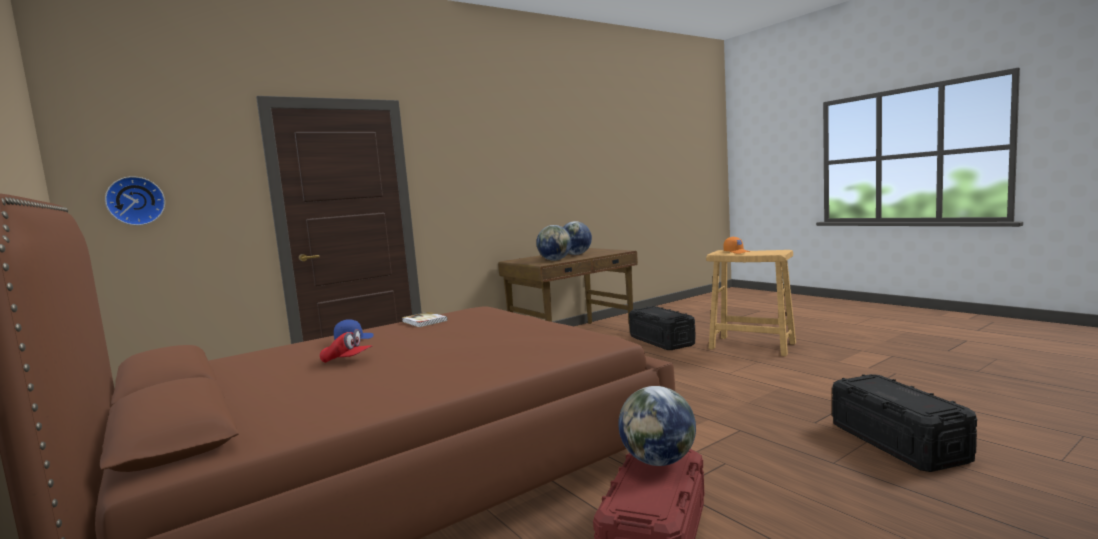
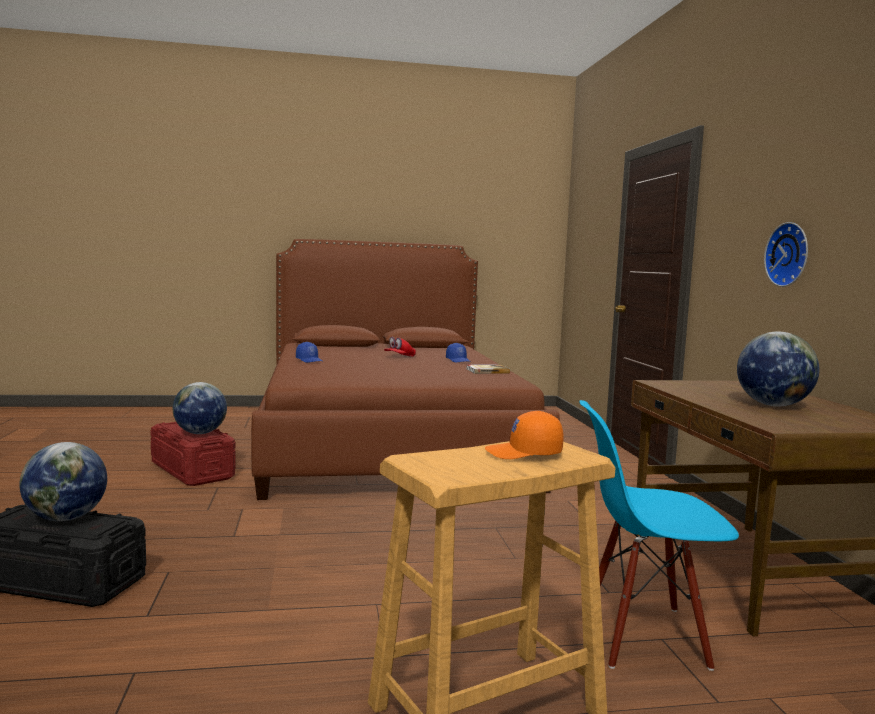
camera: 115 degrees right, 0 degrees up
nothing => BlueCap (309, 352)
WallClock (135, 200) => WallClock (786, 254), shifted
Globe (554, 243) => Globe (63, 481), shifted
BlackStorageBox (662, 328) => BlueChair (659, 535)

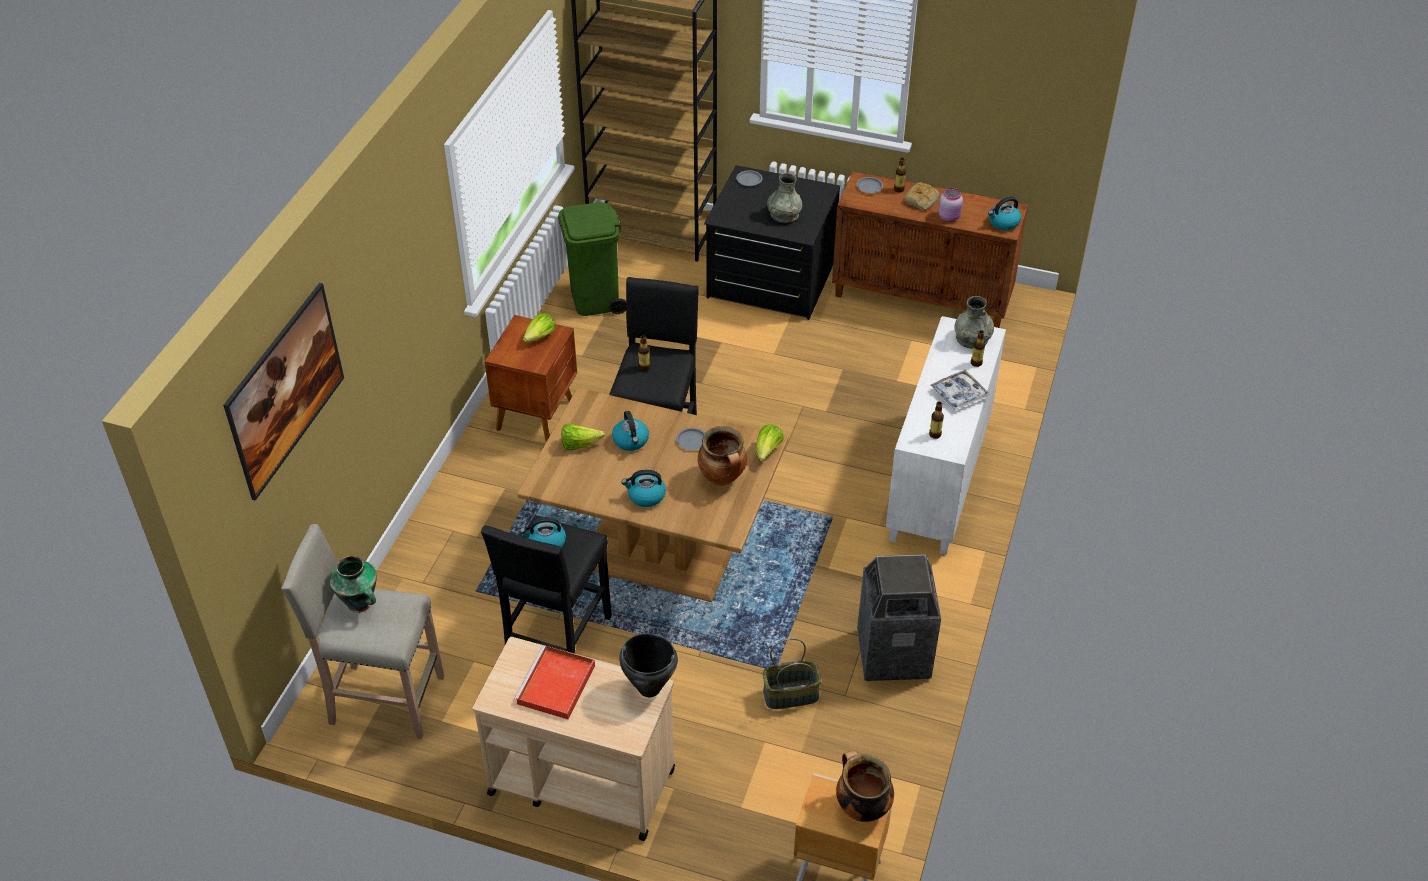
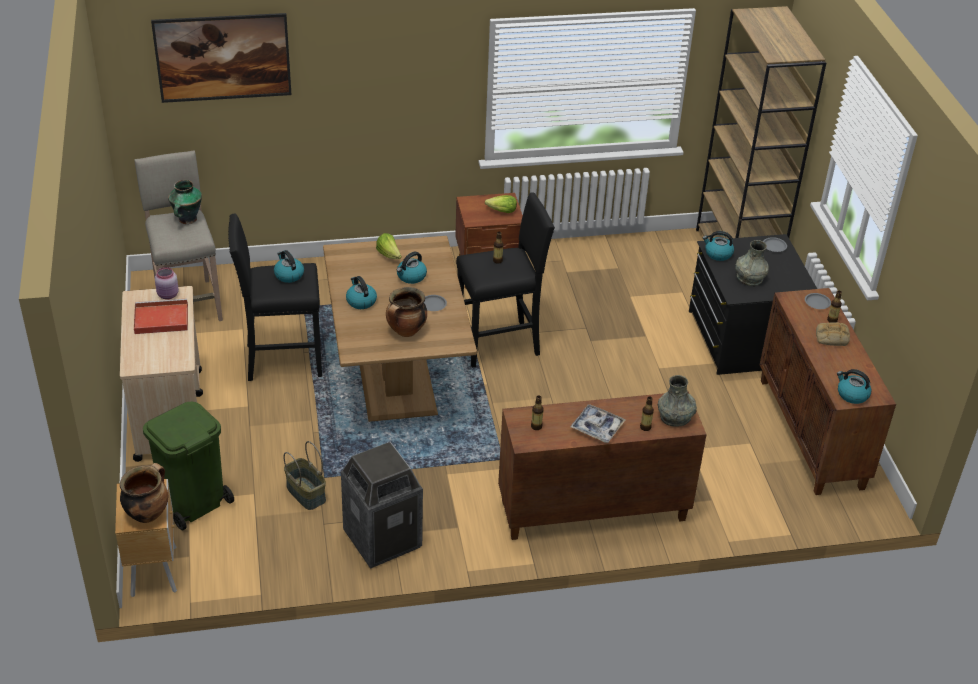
camera: 60 degrees right, 5 degrees down
BlackCookingPot (648, 665) => nothing
Lettuce (770, 443) => nothing
nothing => Kettle (718, 246)
GreenTrashCan (592, 259) => GreenTrashCan (188, 466), shifted
PinkJar (950, 205) => PinkJar (167, 283), shifted
WhiteCabinet (946, 435) => BrownCabinet (602, 465)

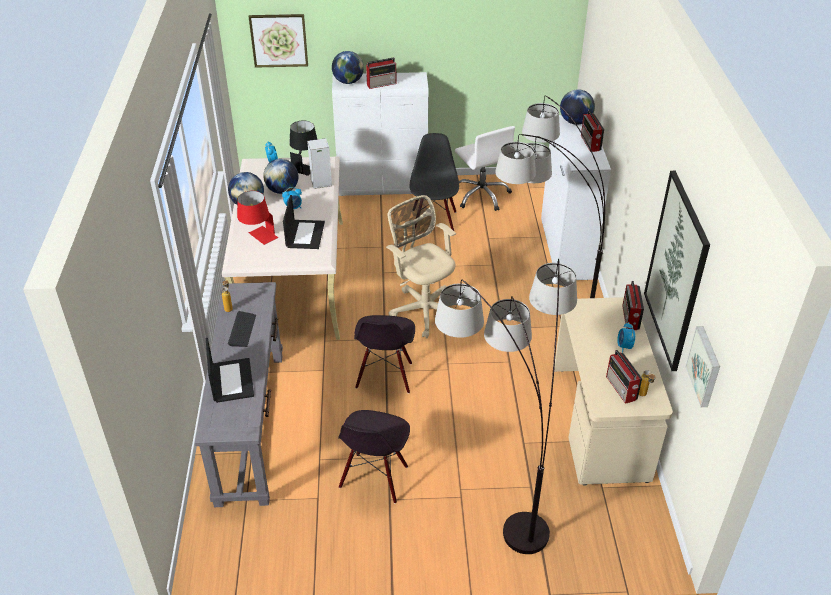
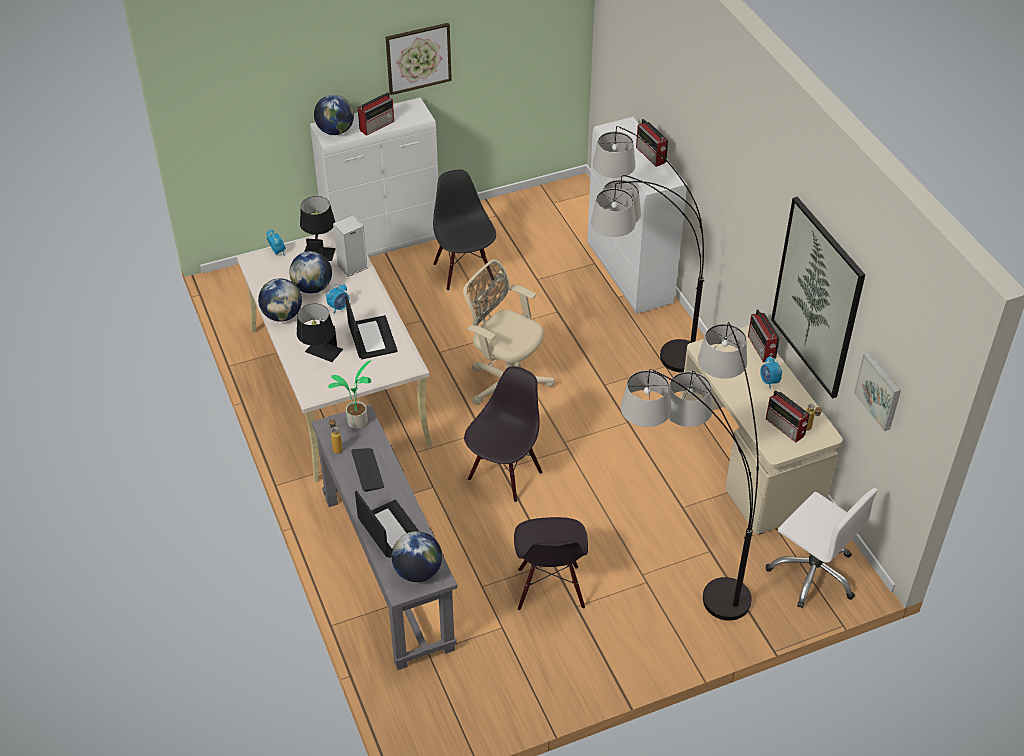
camera: 20 degrees left, 5 degrees up
nothing => PottedPlant (350, 394)
Picture (278, 41) => Picture (418, 59), shifted
WhiteOfficeChair (485, 168) => WhiteOfficeChair (822, 548), shifted
Globe (577, 107) => Globe (417, 556), shifted
RedTableLamp (257, 218) => BlackTableLamp (320, 333)
BlackChair (384, 354) => BlackChair (503, 434), 135 degrees counterclockwise

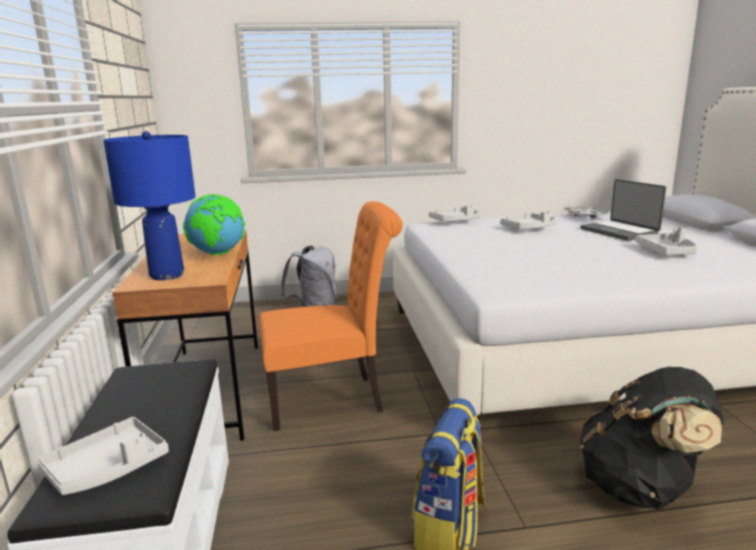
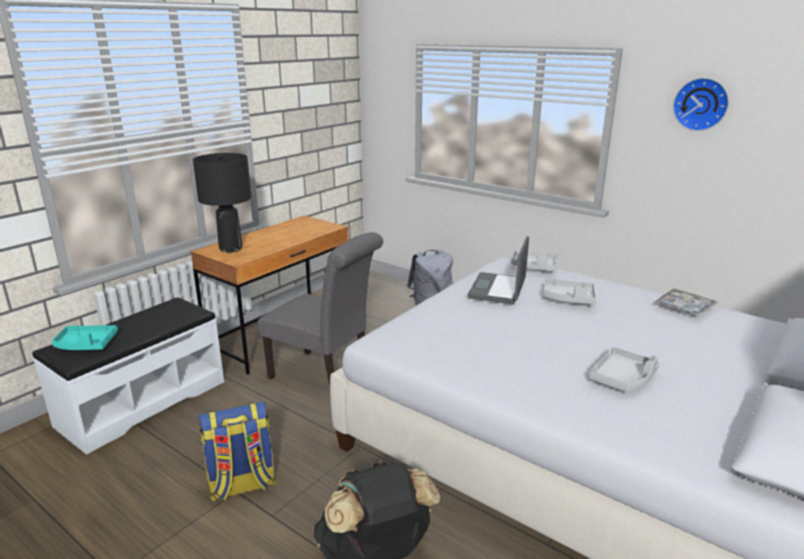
camera: 45 degrees right, 5 degrees up
Globe (214, 224) => nothing
nothing => WallClock (701, 104)
Laptop (623, 210) => Laptop (498, 270), shifted
GreyTray (103, 456) => TurquoiseTray (85, 337)
BlueTableLamp (149, 205) => BlackTableLamp (222, 203)
OrangeChair (331, 316) => GreyChair (320, 309)

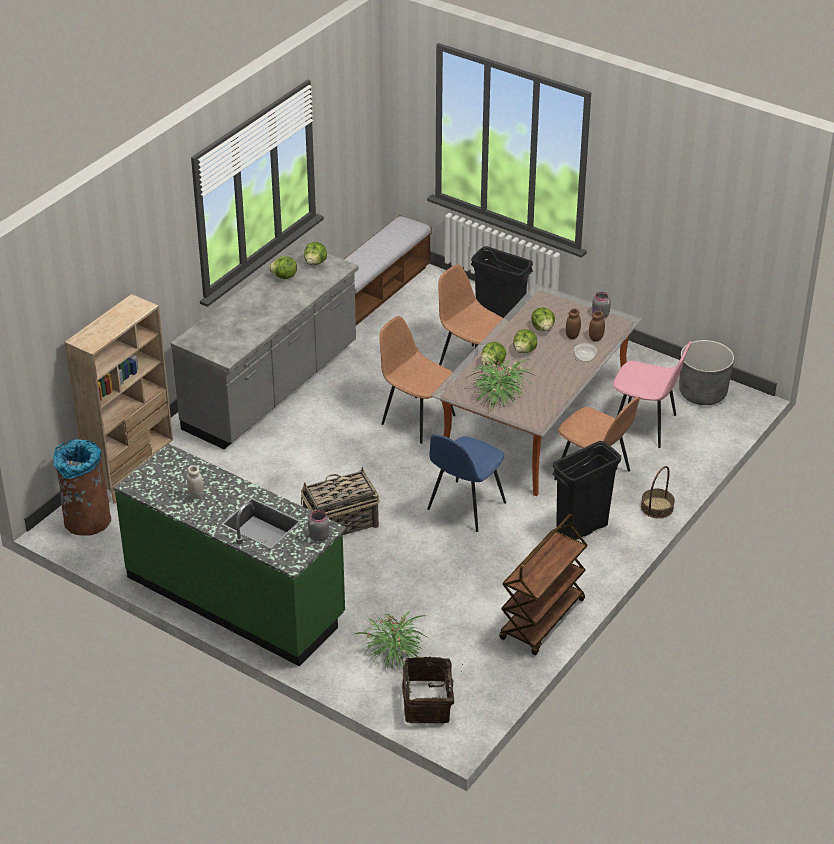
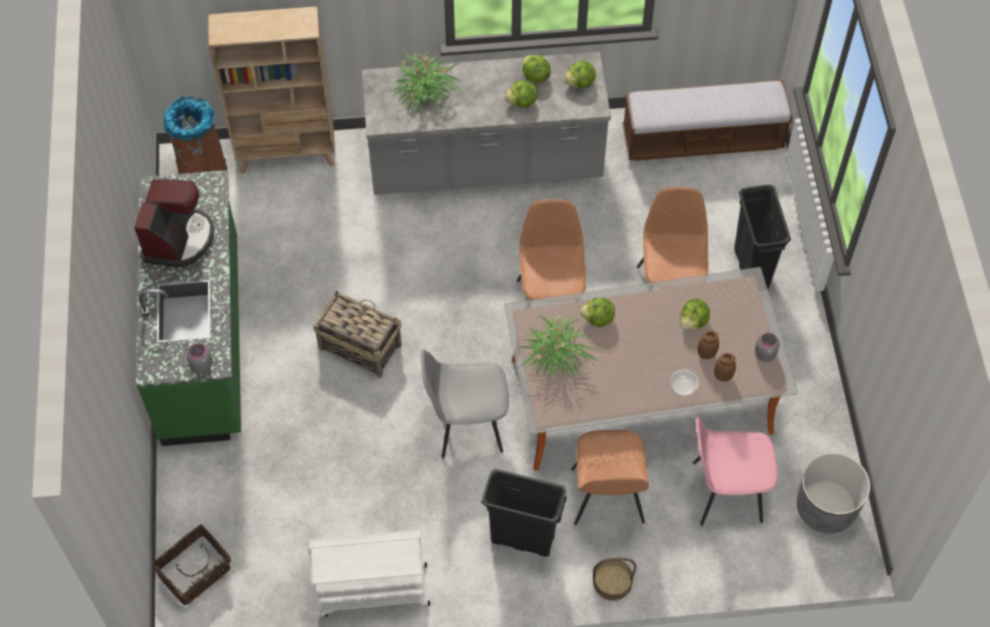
camera: 50 degrees right, 20 degrees up
PottedPlant (390, 640) => PottedPlant (426, 82), shifted
Lettuce (525, 341) => Lettuce (520, 94), shifted
WhiteJar (195, 482) => CoffeeMachine (174, 223)
BlueChair (466, 483) => GreyChair (465, 403)
BrownCart (543, 585) => WhiteCart (368, 573)
PinkChair (652, 394) => PinkChair (735, 471), 105 degrees clockwise

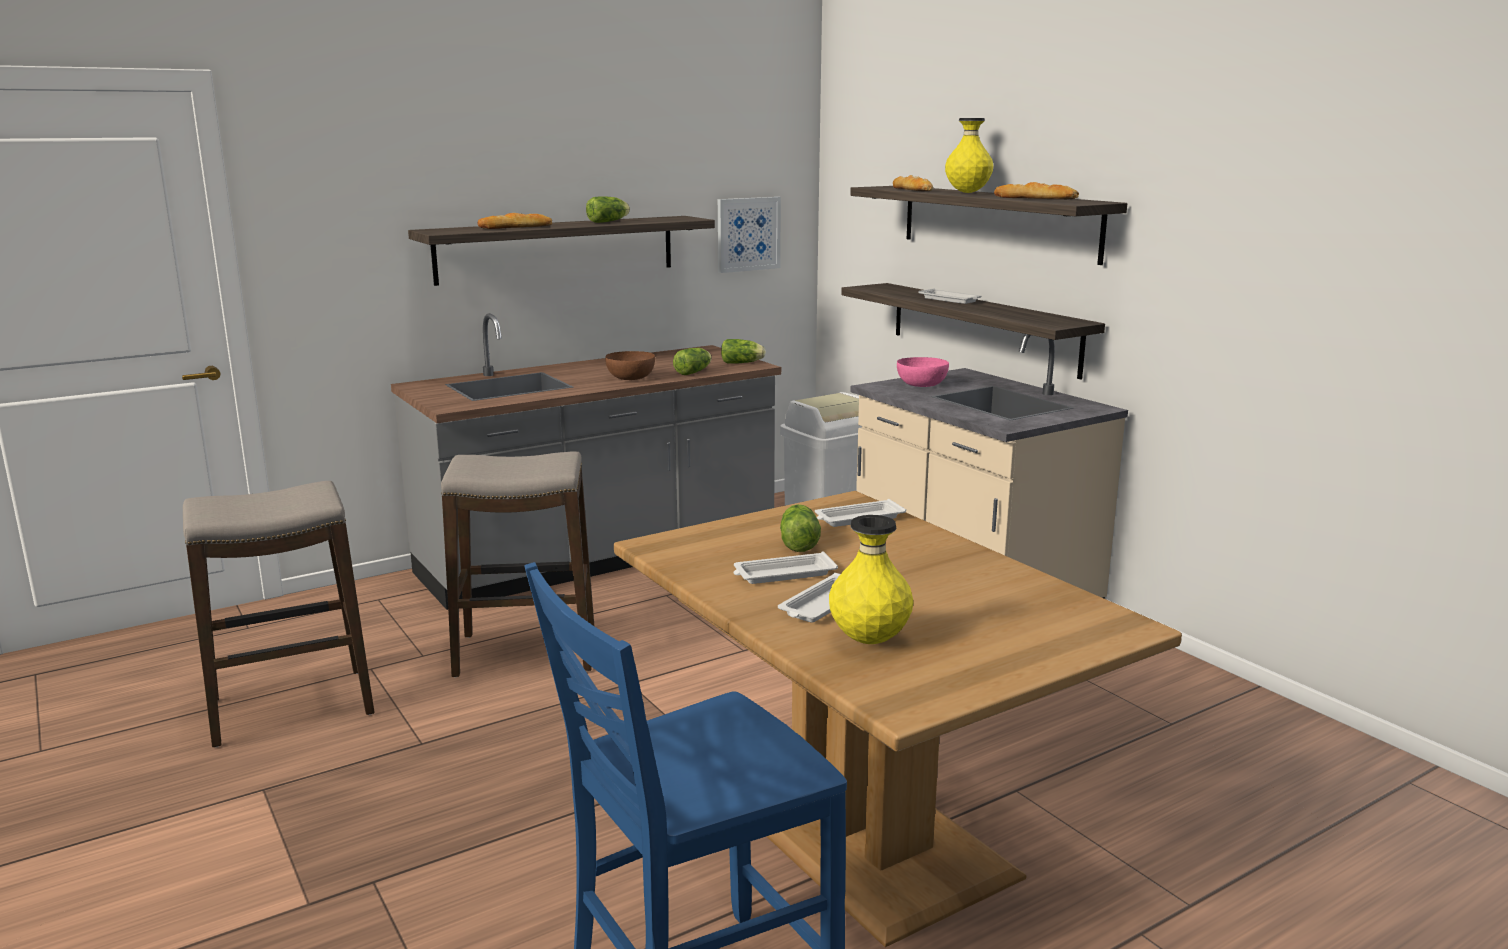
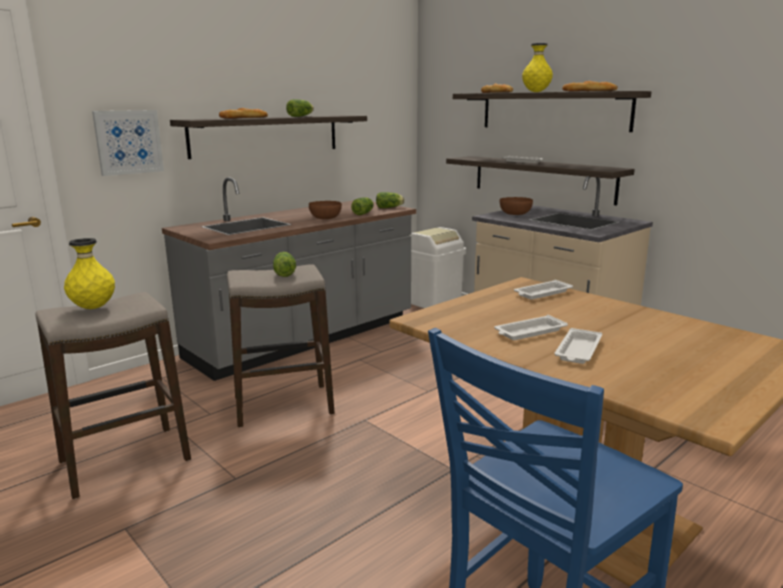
camera: 10 degrees left, 0 degrees up
Picture (749, 235) => Picture (128, 143), shifted
Lettuce (800, 528) => Lettuce (284, 264), shifted
YellowVase (871, 579) => YellowVase (89, 273), shifted
PinkBowl (923, 372) => BrownBowl (516, 206)

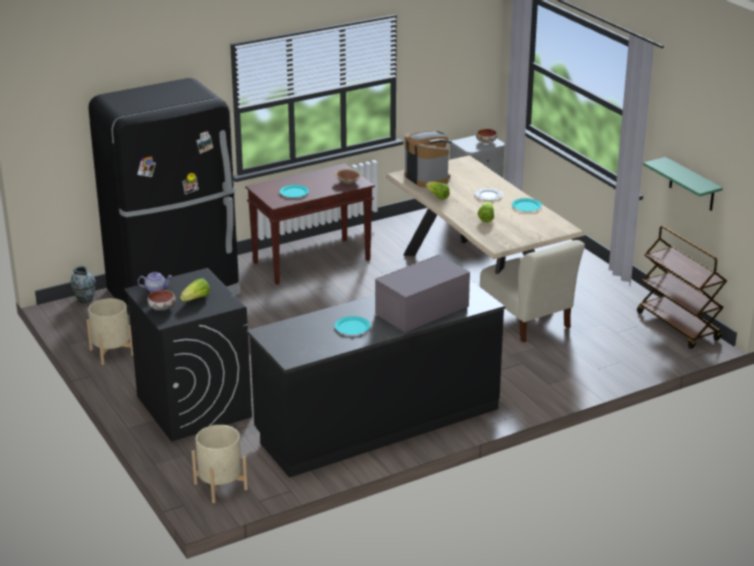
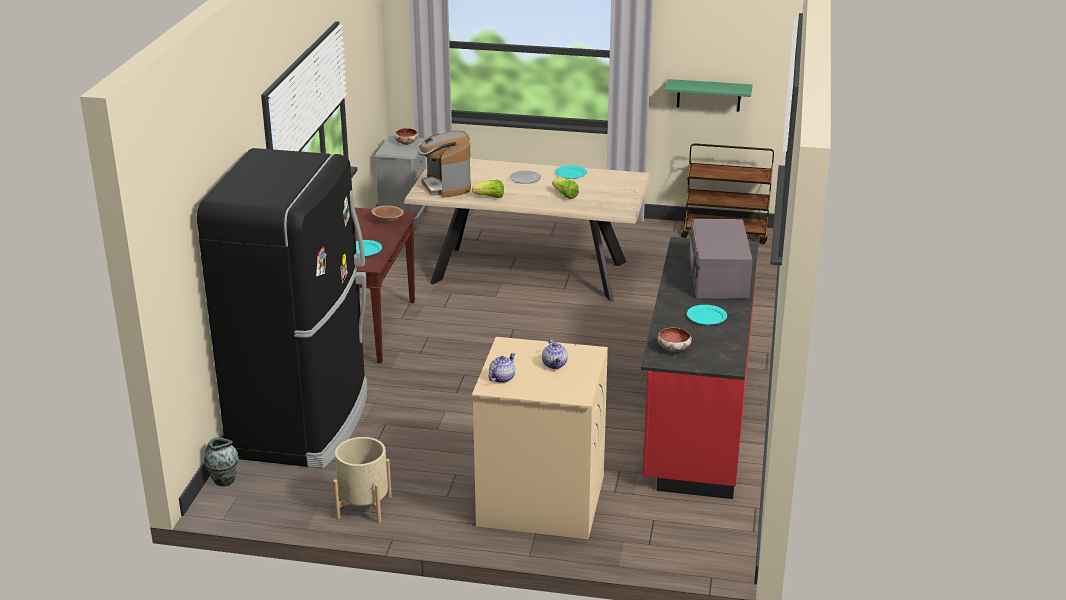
camera: 50 degrees left, 0 degrees up
BeigePlanter (220, 464) => nothing
BeigeChair (532, 291) => nothing
Bowl (162, 300) => Bowl (674, 339), shifted
Lettuce (195, 290) => Teapot (555, 354)
BlackWashingMachine (188, 355) => BeigeWashingMachine (540, 438)
BlackCounter (376, 379) => RedCounter (699, 368)
CoffeeMachine (428, 159) => CoffeeMachine (444, 164), 120 degrees counterclockwise

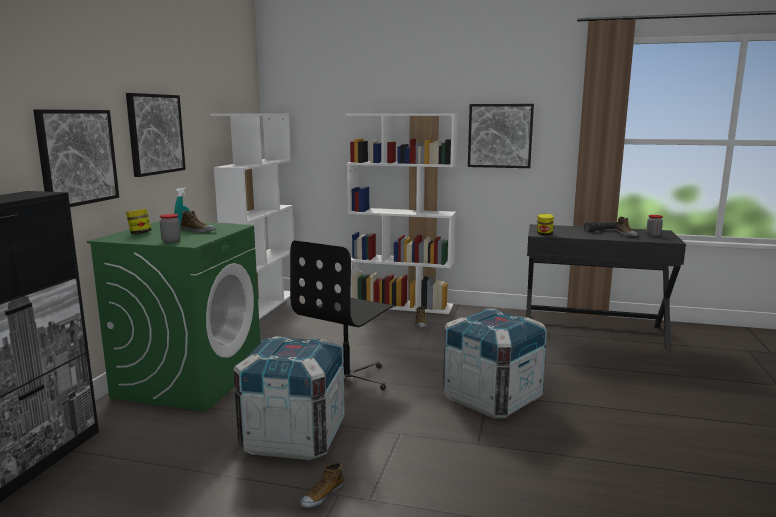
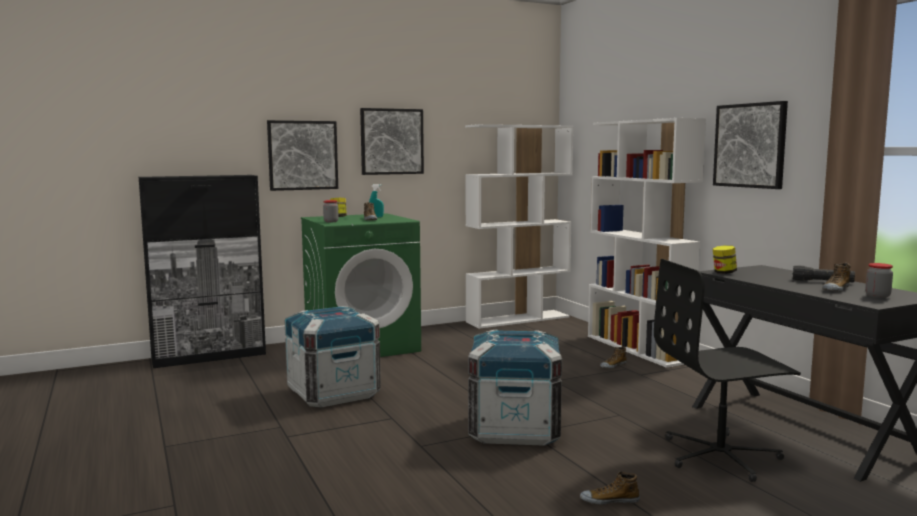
camera: 50 degrees right, 5 degrees down
BlackOfficeChair (342, 315) => BlackOfficeChair (727, 370), shifted
Shoe (322, 485) => Shoe (610, 488), shifted

